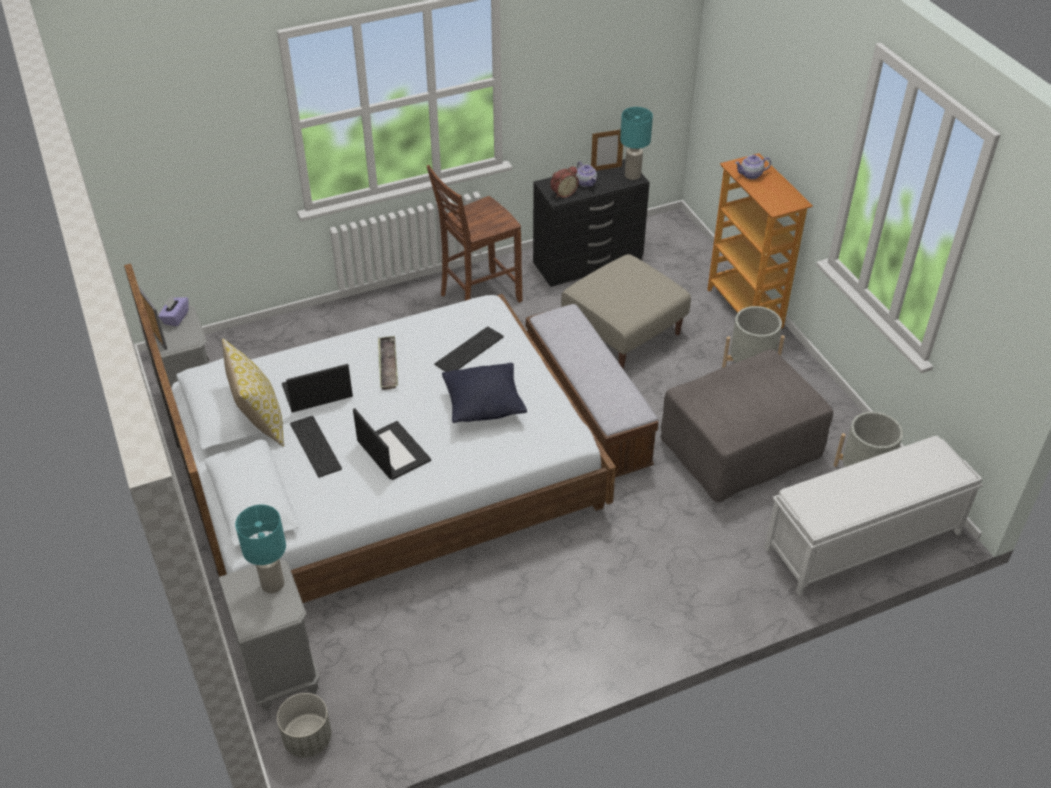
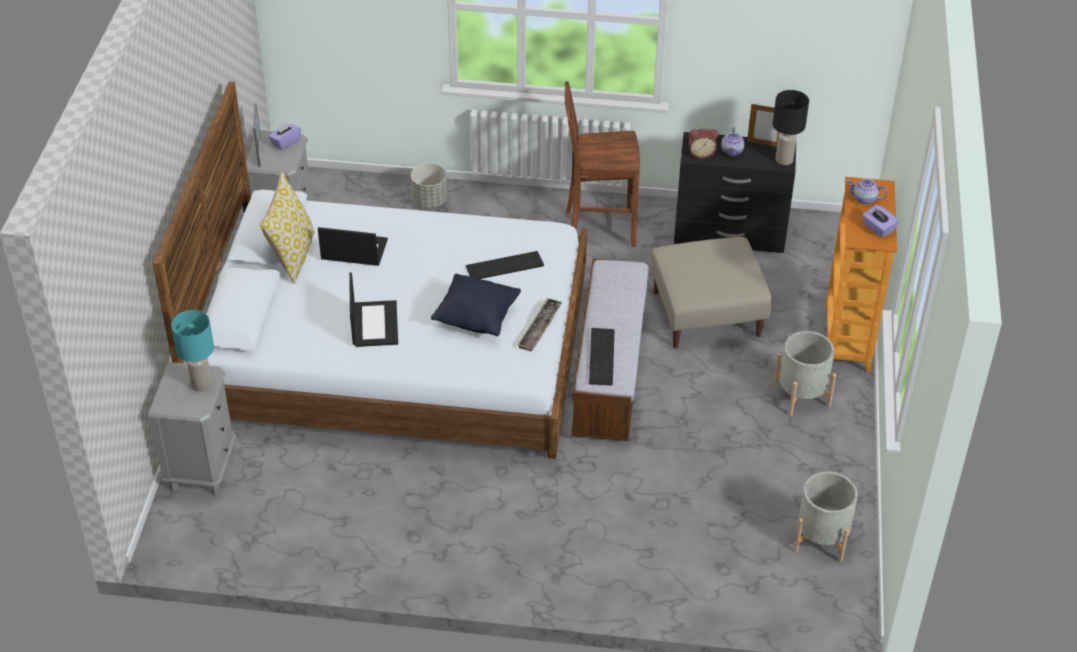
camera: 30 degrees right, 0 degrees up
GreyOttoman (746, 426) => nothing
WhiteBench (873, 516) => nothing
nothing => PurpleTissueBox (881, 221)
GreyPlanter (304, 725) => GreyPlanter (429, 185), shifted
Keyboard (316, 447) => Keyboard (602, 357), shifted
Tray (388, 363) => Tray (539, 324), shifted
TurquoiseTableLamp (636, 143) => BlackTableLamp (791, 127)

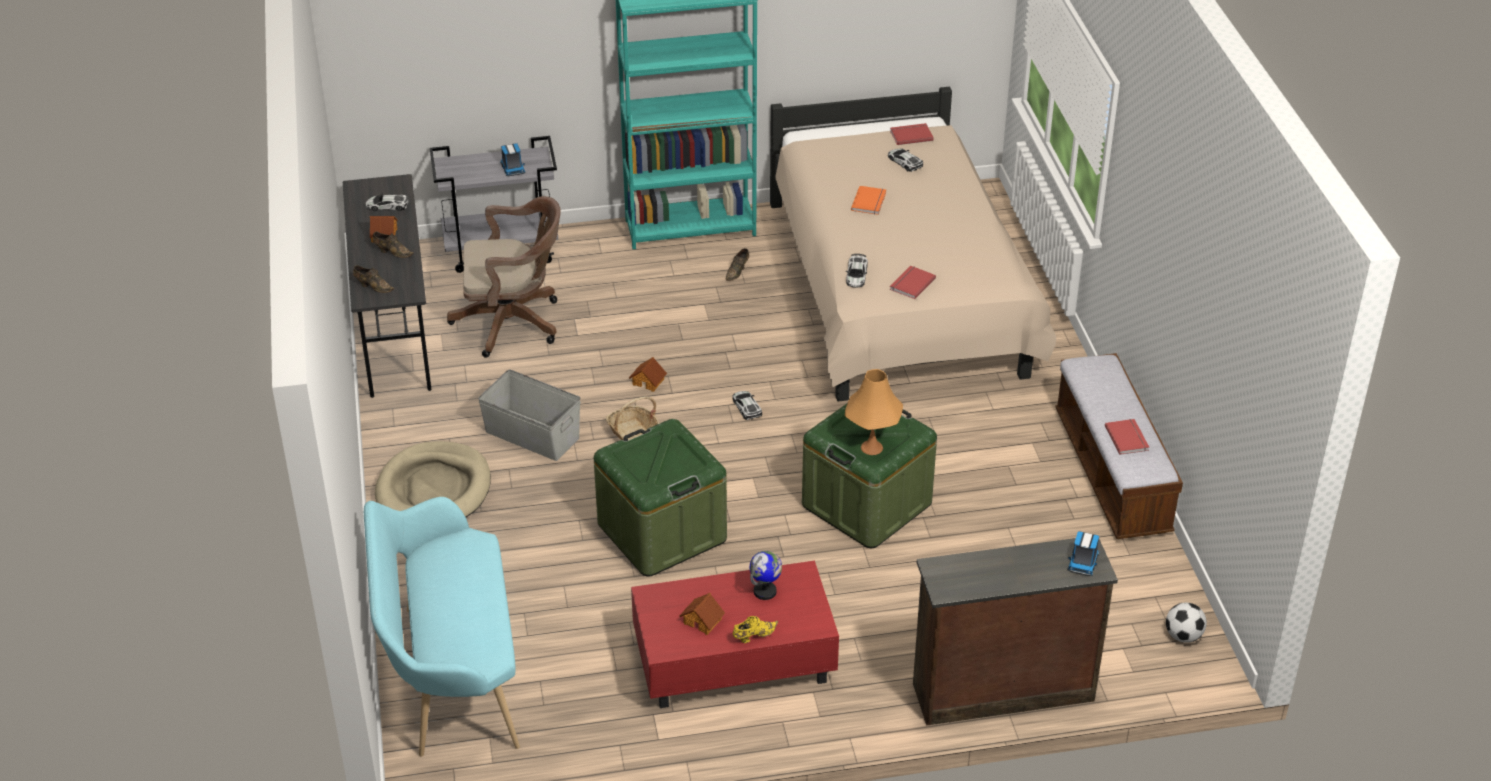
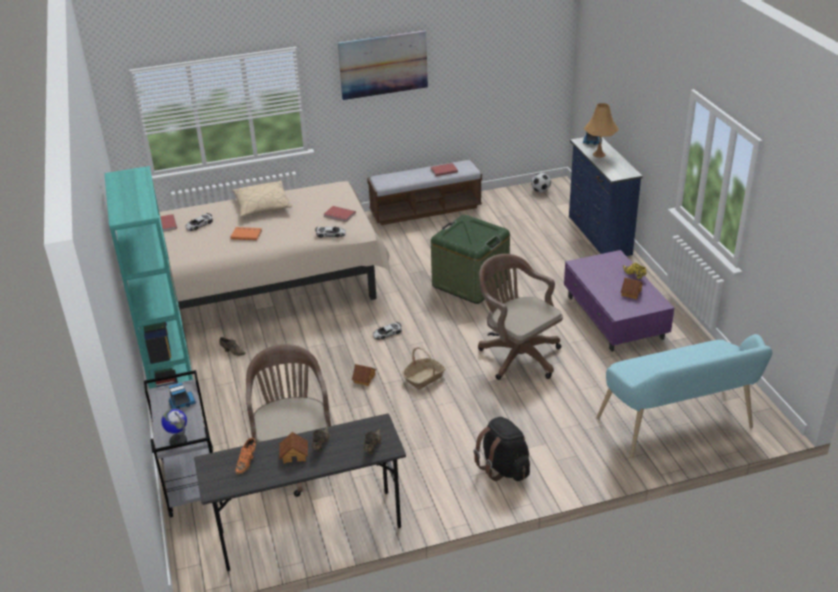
camera: 95 degrees left, 5 degrees down
GreyStorageBox (529, 415) => nothing
nothing => BeigePillow (262, 199)
nothing => Picture (383, 65)
Globe (766, 575) => Globe (174, 427), shifted
OrangeTableLamp (874, 412) => OrangeTableLamp (601, 130), shifted
ToyCar (386, 202) => OrangeShoe (245, 456)
BeigeDogBed (433, 479) => BlackBackpack (502, 449)
GreenStorageBox (660, 497) => BrownOfficeChair (520, 317)
RedCoffeeTable (735, 634) => PurpleCoffeeTable (619, 301)
BrownDresser (1015, 632) => BlueDresser (606, 196)

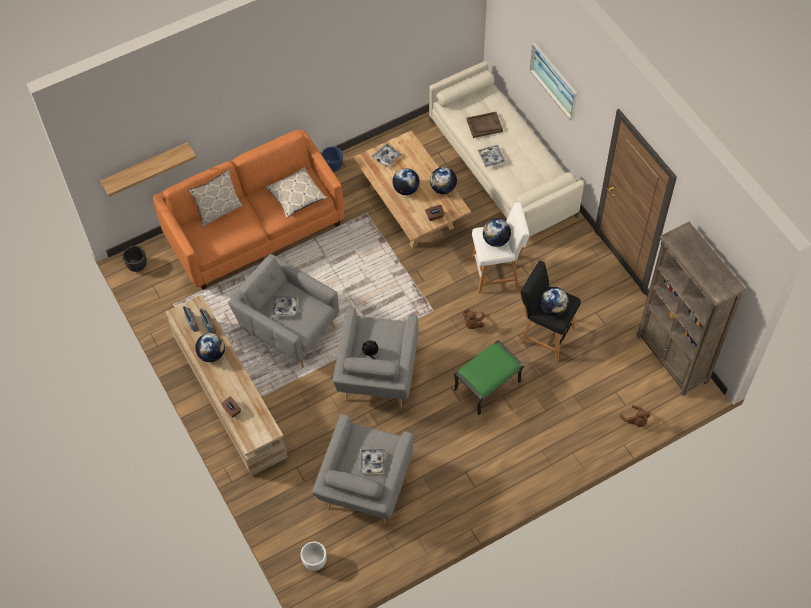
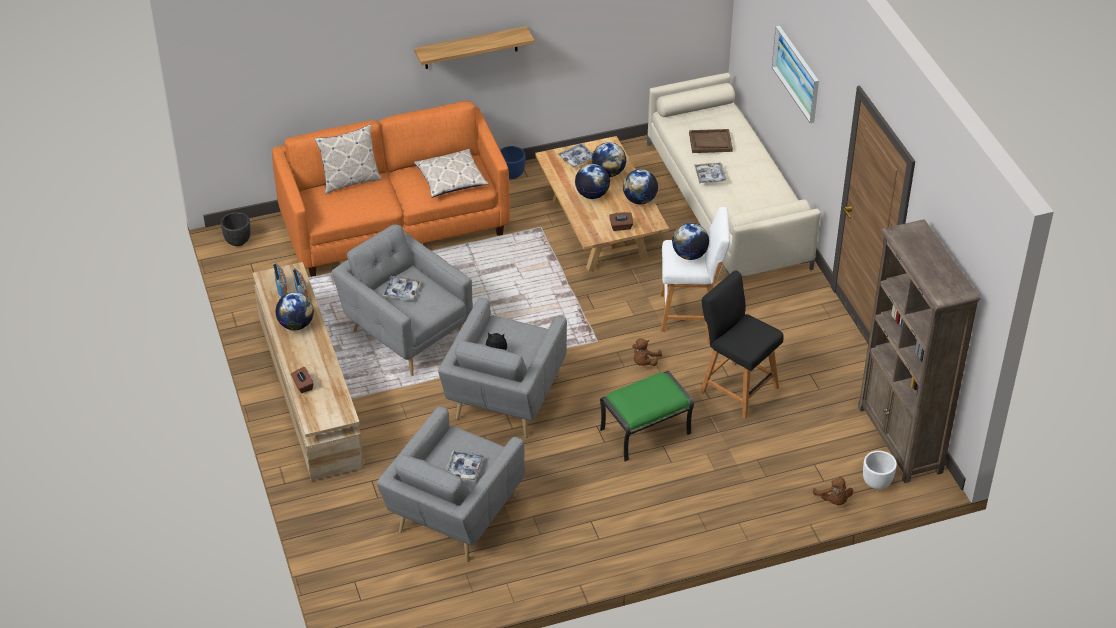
camera: 10 degrees right, 15 degrees down
Shelf (148, 169) => Shelf (474, 47), shifted
WhitePlanter (314, 556) => WhitePlanter (880, 470), shifted
Globe (554, 301) => Globe (609, 159), shifted

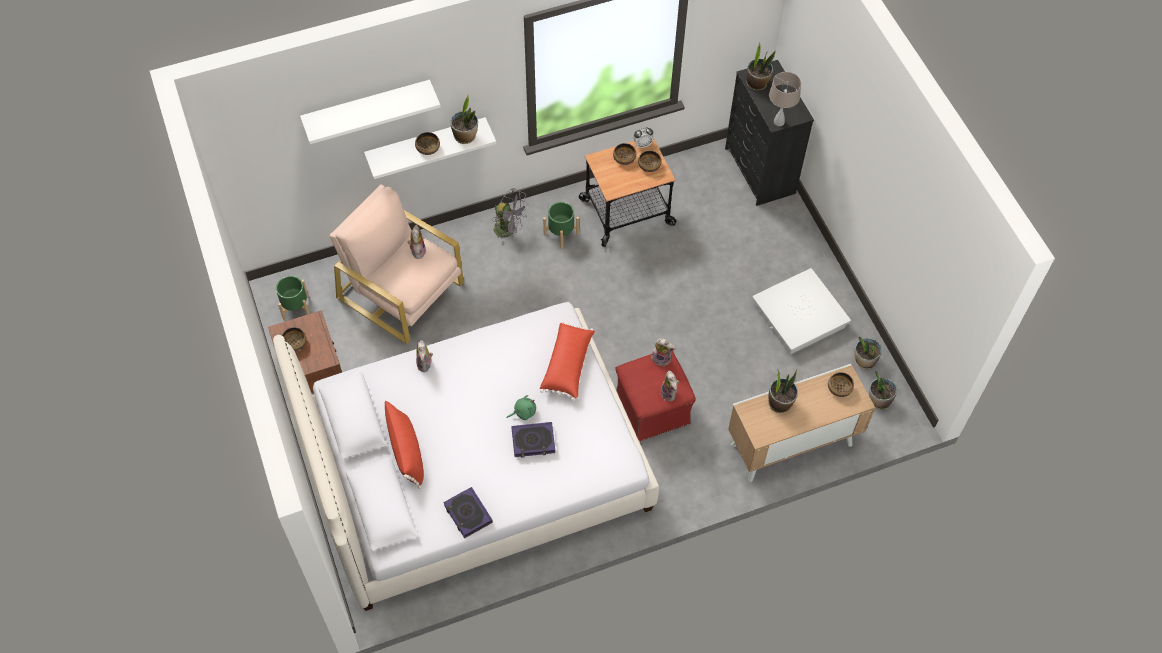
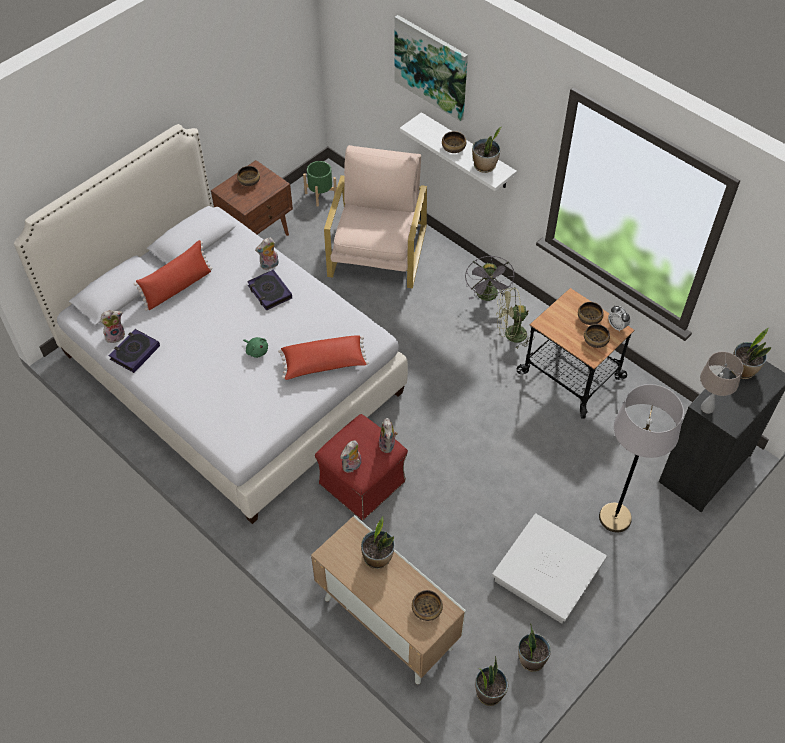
camera: 65 degrees right, 5 degrees down
nothing => GreyFloorLamp (641, 458)
PlushToy (417, 242) => PlushToy (112, 326), shifted
Book (533, 440) => Book (269, 290), shifted
WhiteShelf (370, 112) => Picture (431, 68)
GreenPlanter (561, 225) => GreenFan (513, 318)

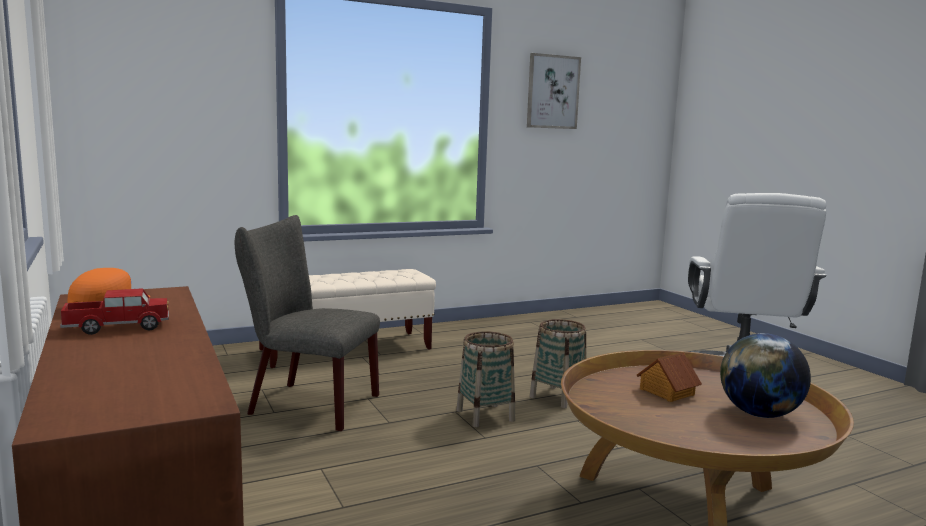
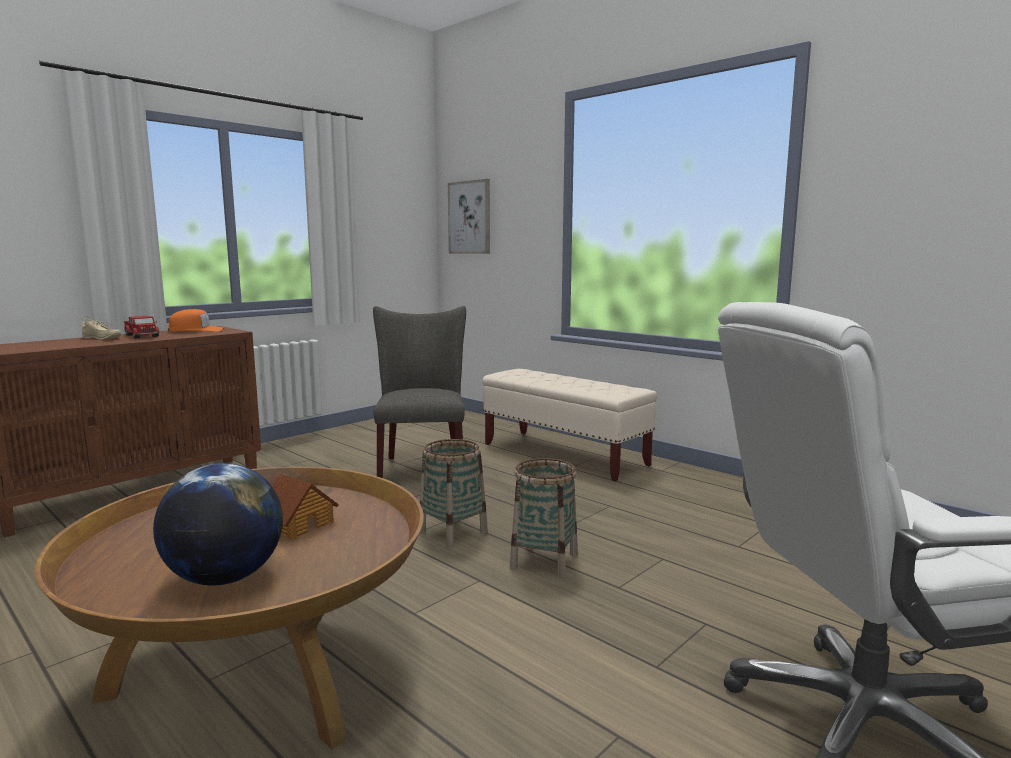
camera: 70 degrees right, 0 degrees up
nothing => BeigeShoe (101, 326)
Picture (554, 91) => Picture (469, 216), shifted

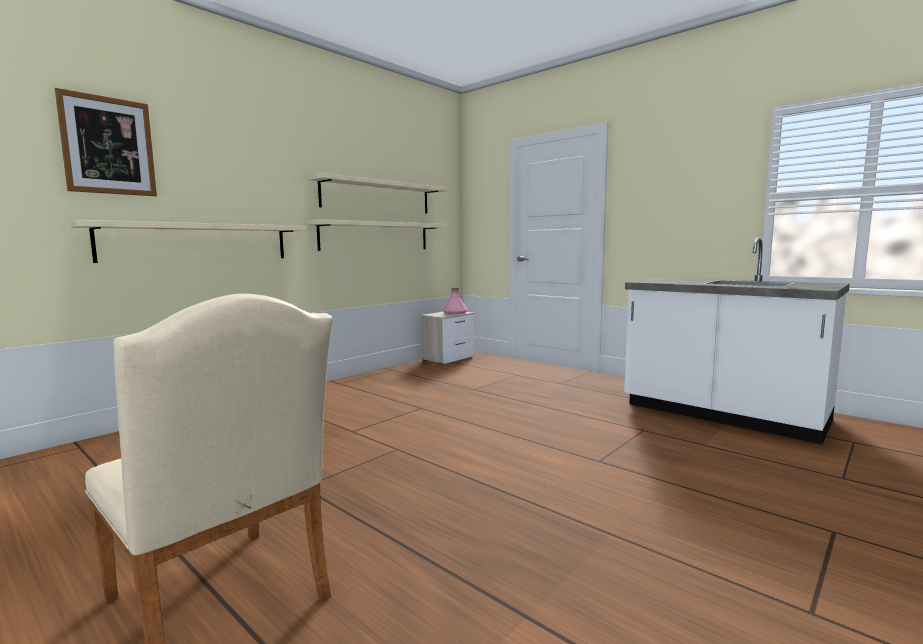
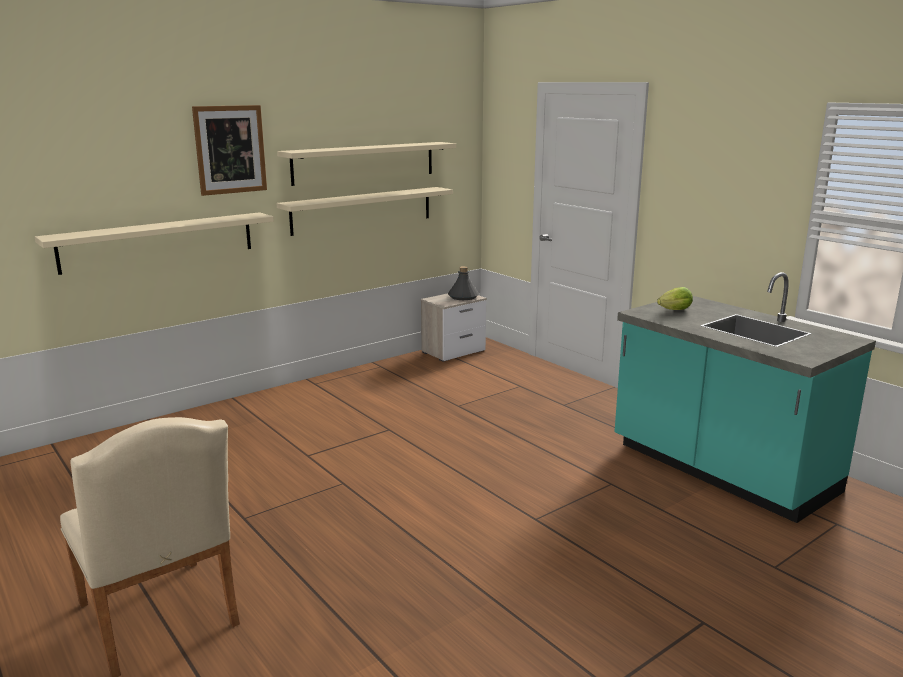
camera: 10 degrees right, 10 degrees up
nothing => Lettuce (675, 298)
Picture (106, 142) => Picture (229, 150), shifted
PinkBottle (455, 301) => GreyBottle (463, 283)
WhiteCounter (737, 341) => TurquoiseCounter (745, 397)

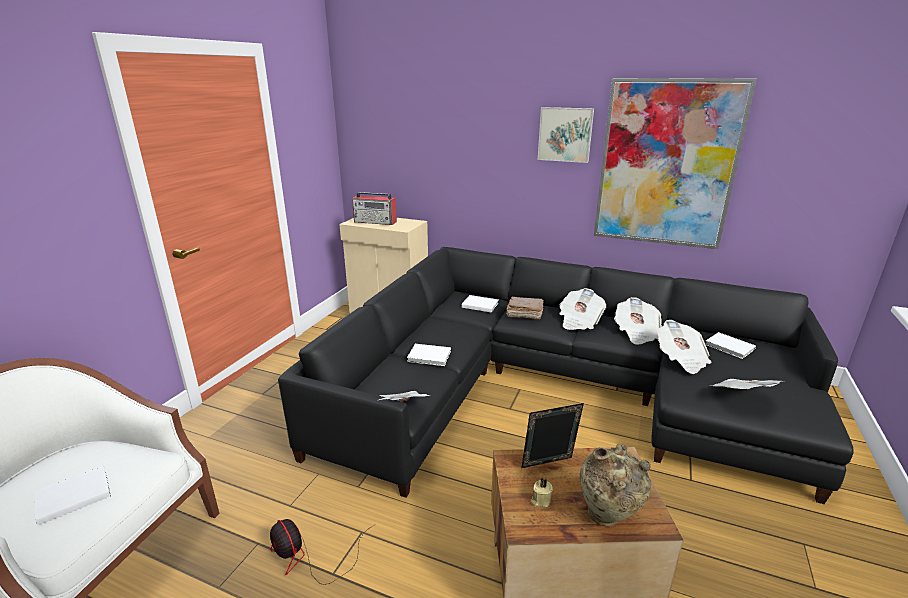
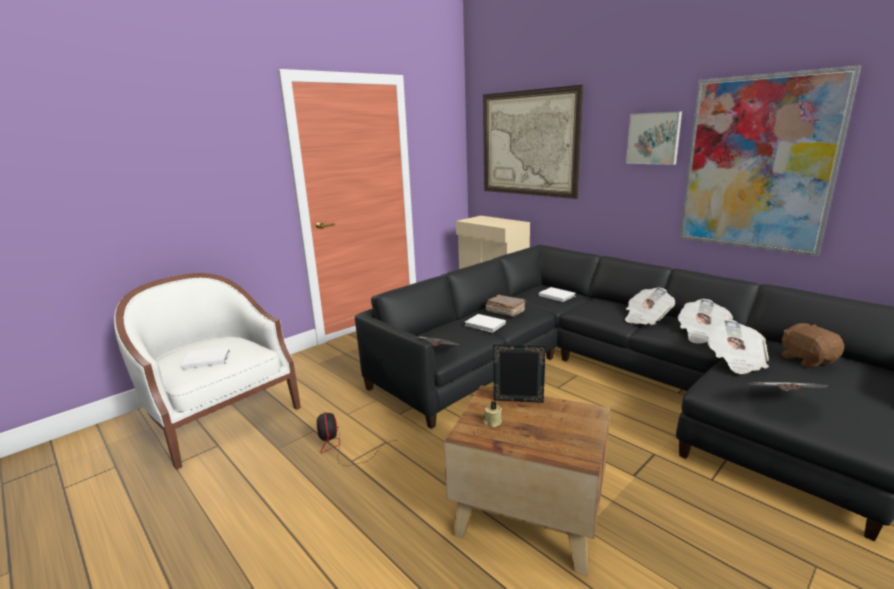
camera: 25 degrees right, 5 degrees down
Radio (374, 208) => nothing
BeigeVase (615, 485) => nothing
nothing => Picture (533, 142)
BrownBook (525, 308) => BrownBook (506, 306), shifted
WhiteBook (730, 345) => BrownPlushToy (812, 345)

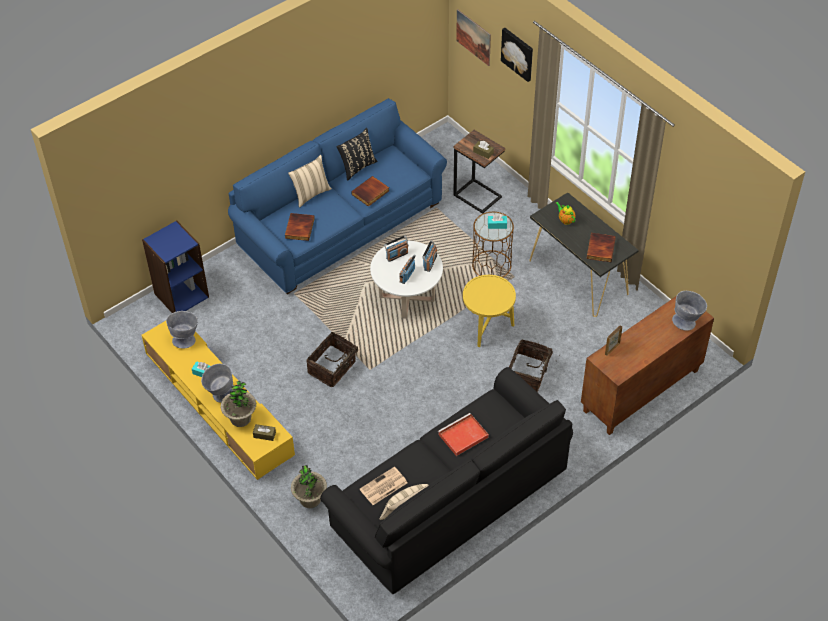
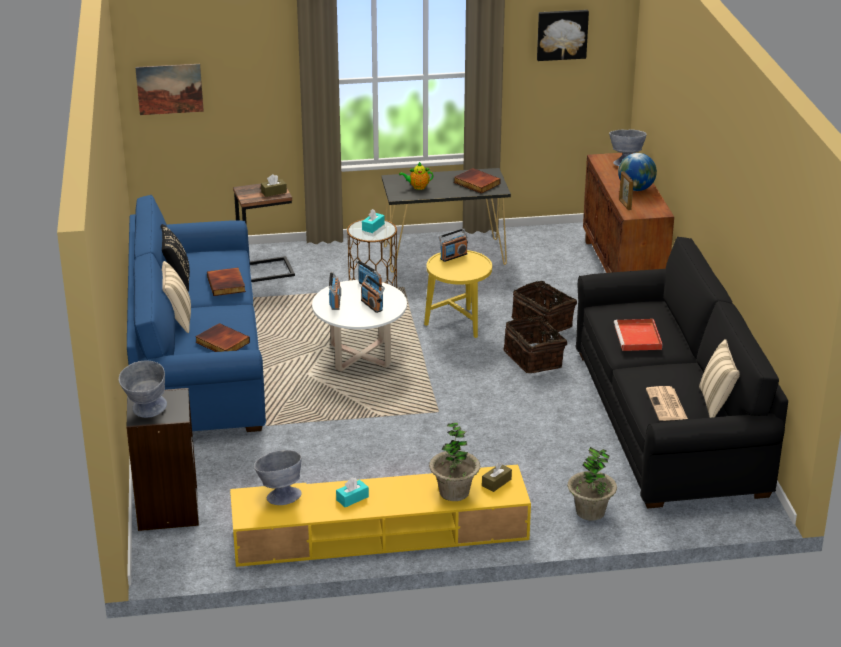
camera: 60 degrees left, 20 degrees down
nothing => Radio (453, 245)
nothing => Globe (637, 172)
GreyBowl (217, 383) => GreyBowl (143, 389), shifted
Basket (335, 359) => Basket (535, 344), shifted
Picture (517, 55) => Picture (563, 35), shifted
BlueBookcase (175, 266) => BlackBookcase (162, 459)

